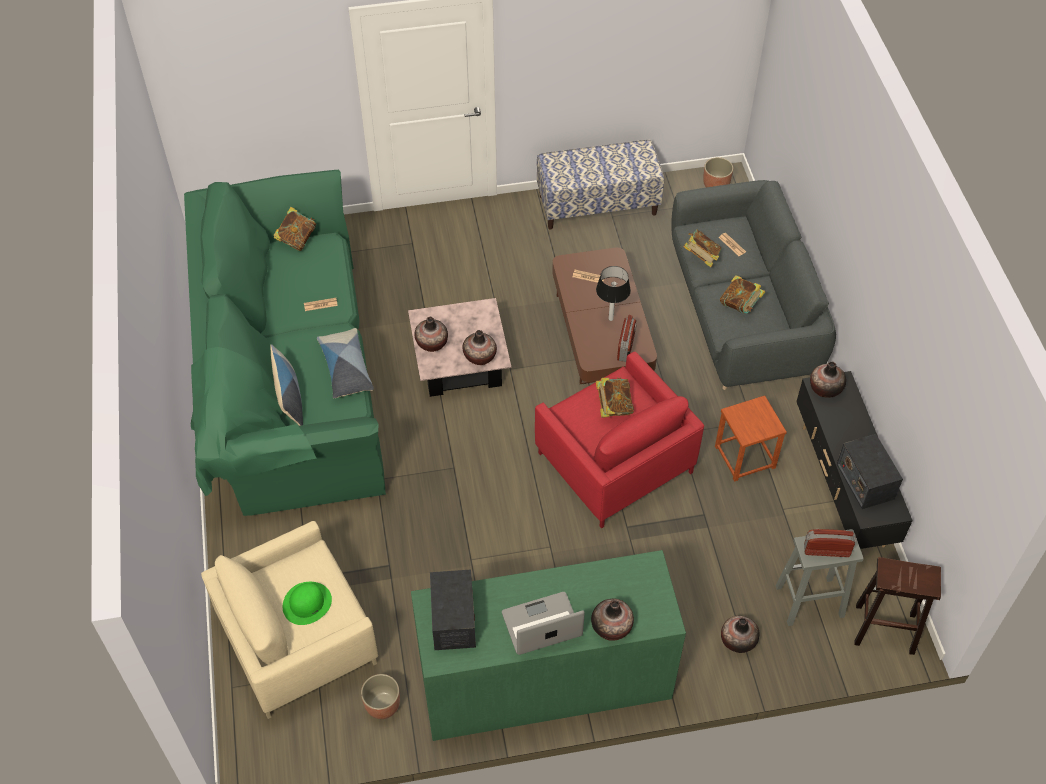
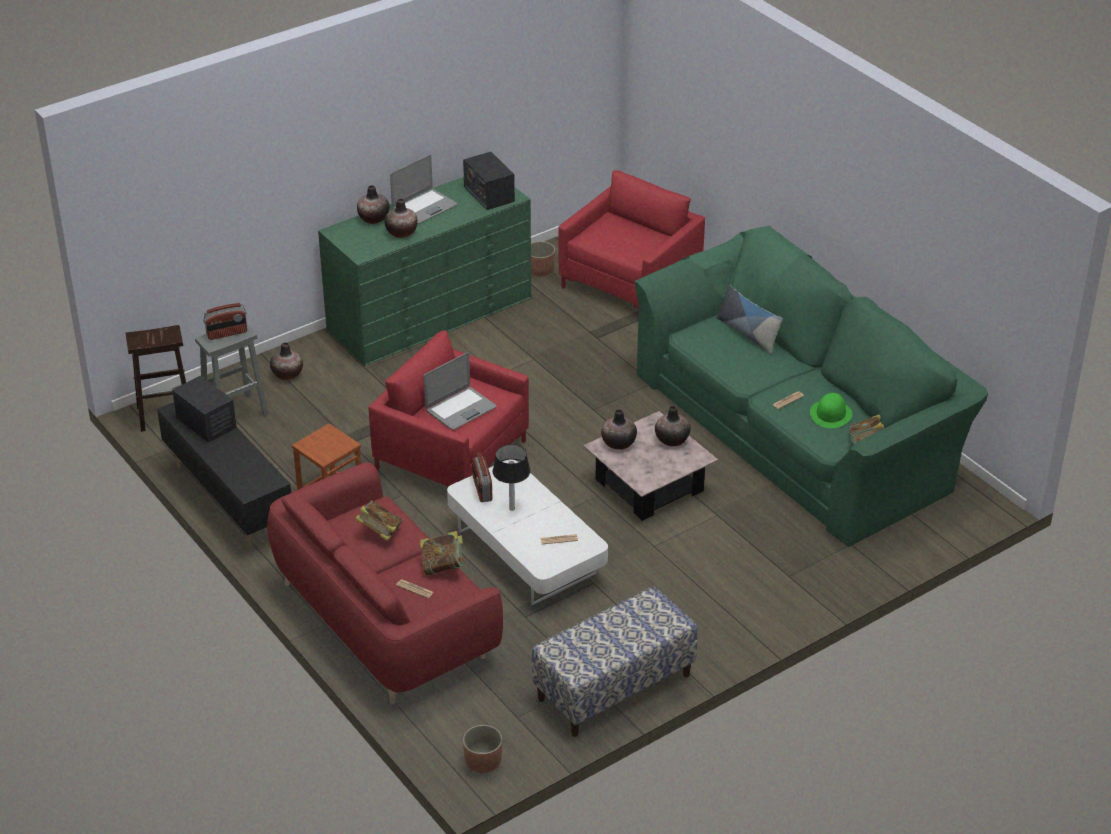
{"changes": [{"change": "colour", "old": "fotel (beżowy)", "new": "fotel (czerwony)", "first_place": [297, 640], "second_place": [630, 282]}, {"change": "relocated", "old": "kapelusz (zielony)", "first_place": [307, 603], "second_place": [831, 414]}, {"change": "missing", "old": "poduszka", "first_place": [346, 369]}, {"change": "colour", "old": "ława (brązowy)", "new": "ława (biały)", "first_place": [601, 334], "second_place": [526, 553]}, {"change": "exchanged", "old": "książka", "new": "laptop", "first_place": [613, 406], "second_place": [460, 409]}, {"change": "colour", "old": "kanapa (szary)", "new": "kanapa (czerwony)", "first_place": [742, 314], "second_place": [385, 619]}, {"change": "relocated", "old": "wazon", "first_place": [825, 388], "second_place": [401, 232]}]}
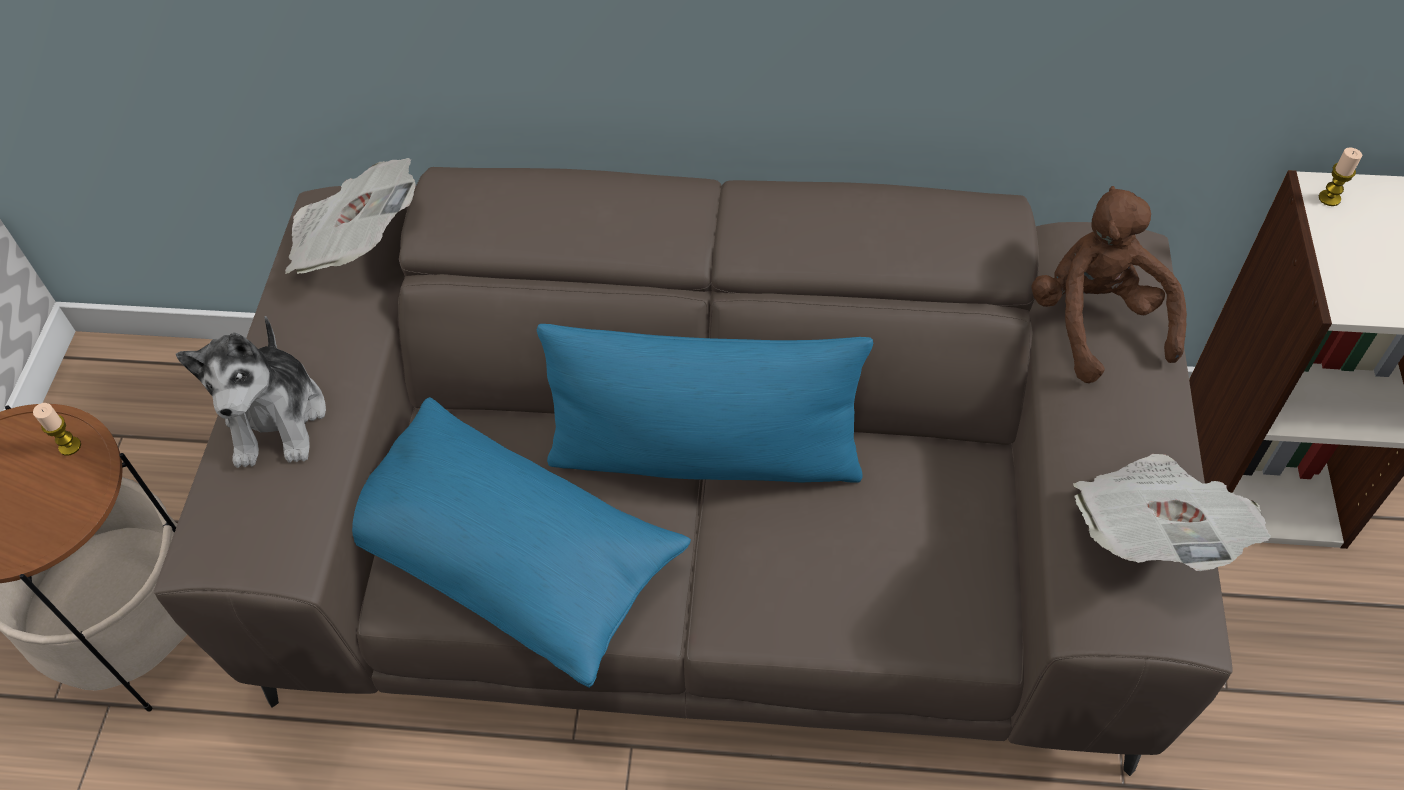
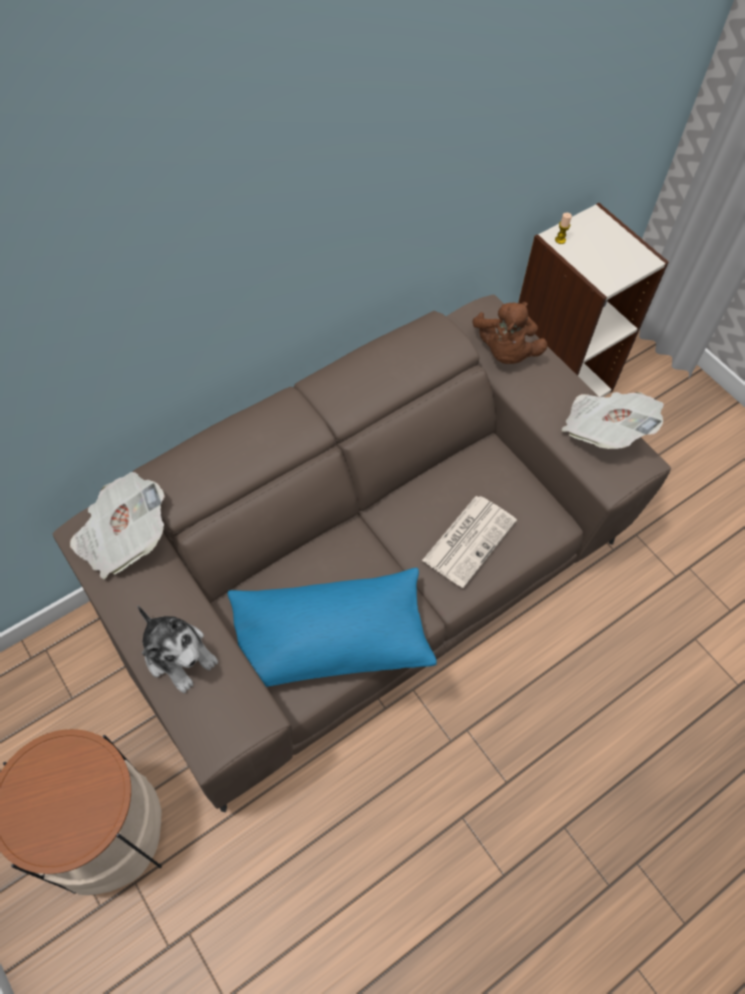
{"changes": [{"change": "missing", "old": "świeca", "first_place": [70, 446]}, {"change": "missing", "old": "poduszka (niebieski)", "first_place": [705, 454]}, {"change": "spun", "old": "pluszak (brązowy)", "first_place": [1096, 322], "second_place": [505, 352], "degrees": -120}, {"change": "appeared", "new": "gazeta", "second_place": [469, 539]}]}
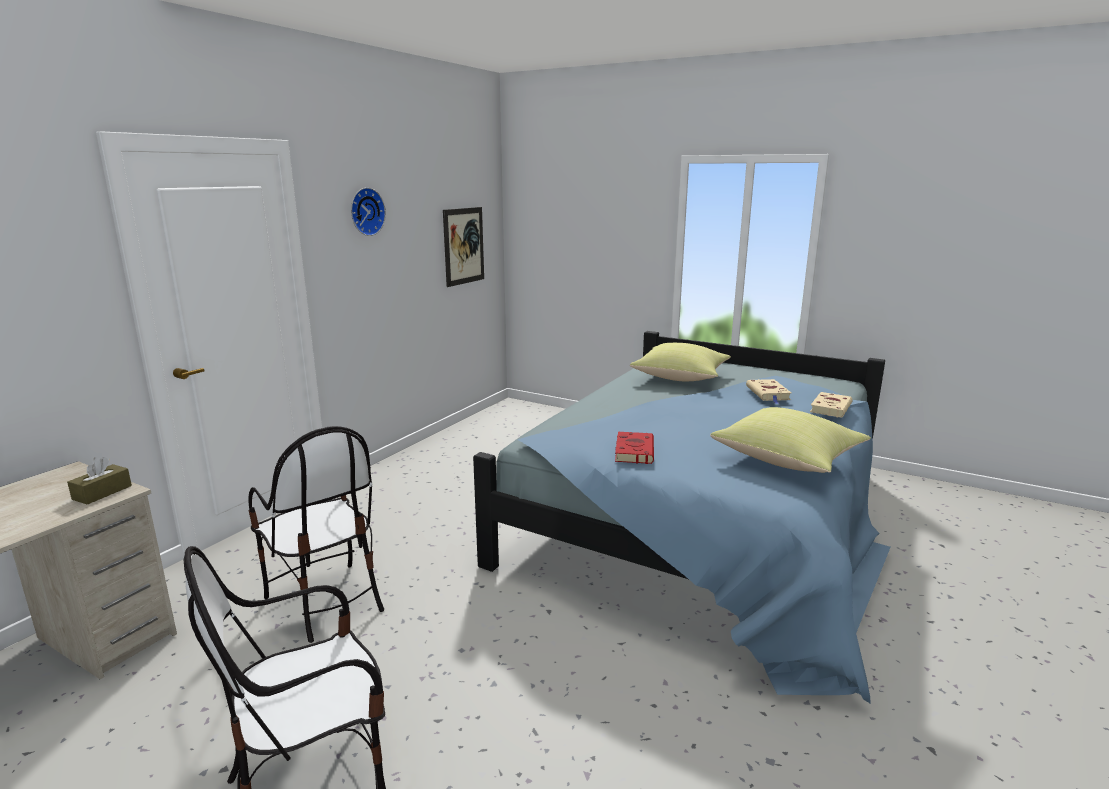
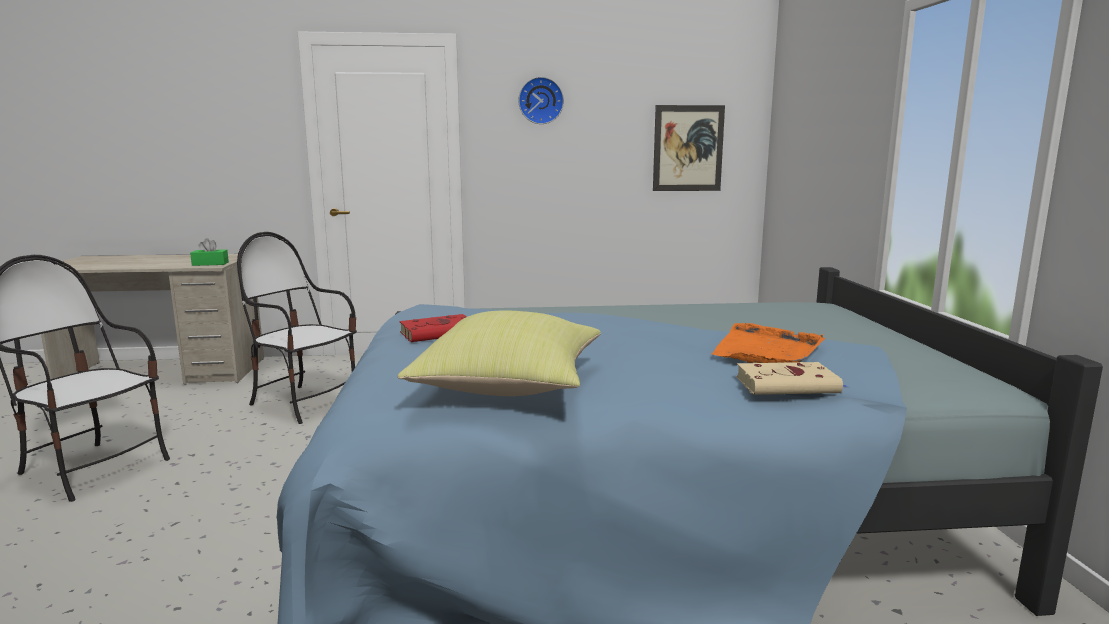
{"changes": [{"change": "colour", "old": "pudełko chusteczek (brązowy)", "new": "pudełko chusteczek (zielony)", "first_place": [102, 492], "second_place": [210, 264]}, {"change": "spun", "old": "krzesło", "first_place": [325, 601], "second_place": [305, 403], "degrees": 105}, {"change": "missing", "old": "poduszka (żółty)", "first_place": [681, 378]}, {"change": "exchanged", "old": "książka (beżowy)", "new": "taca (pomarańczowy)", "first_place": [768, 394], "second_place": [766, 350]}]}
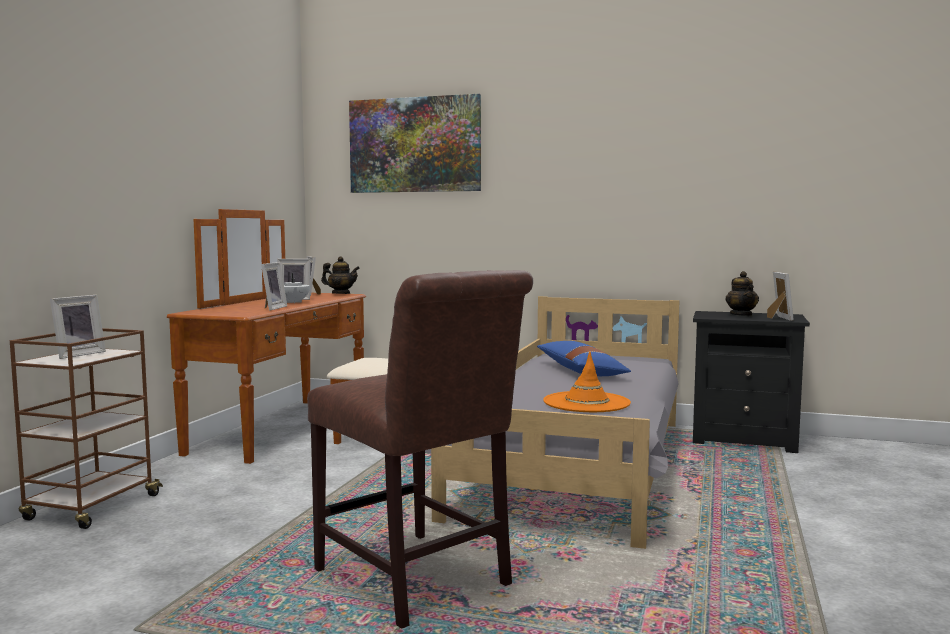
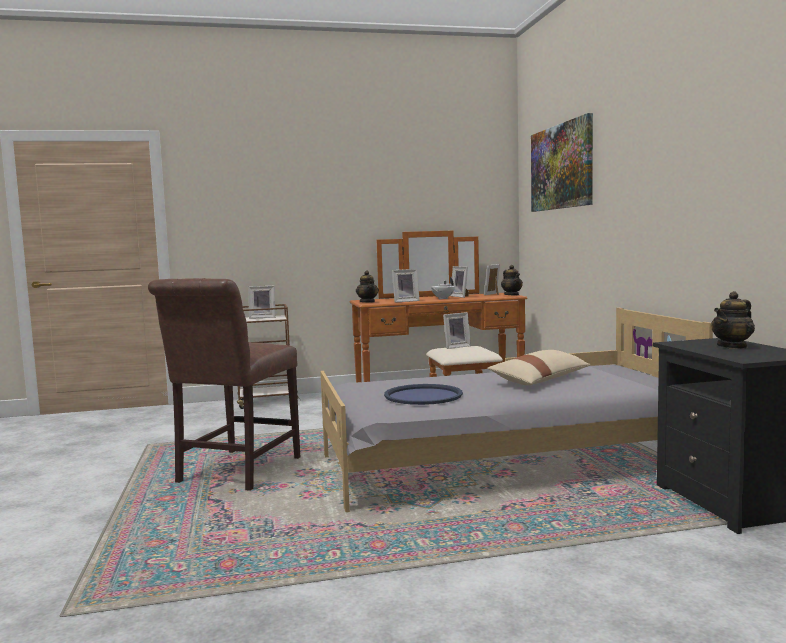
{"changes": [{"change": "colour", "old": "poduszka (niebieski)", "new": "poduszka (beżowy)", "first_place": [580, 371], "second_place": [540, 379]}, {"change": "exchanged", "old": "kapelusz (pomarańczowy)", "new": "taca (niebieski)", "first_place": [586, 402], "second_place": [423, 396]}, {"change": "relocated", "old": "ramka na zdjęcie", "first_place": [778, 318], "second_place": [456, 347]}, {"change": "appeared", "new": "imbryk", "second_place": [367, 302]}]}
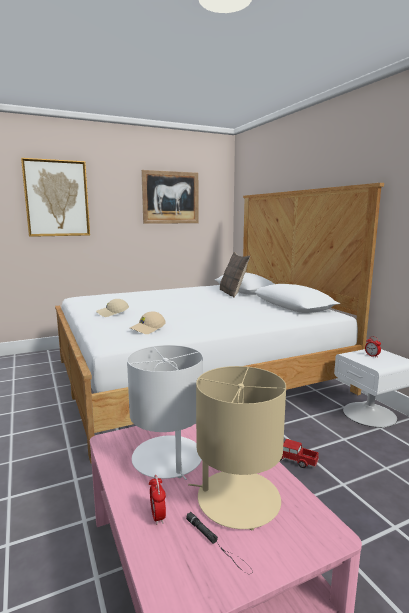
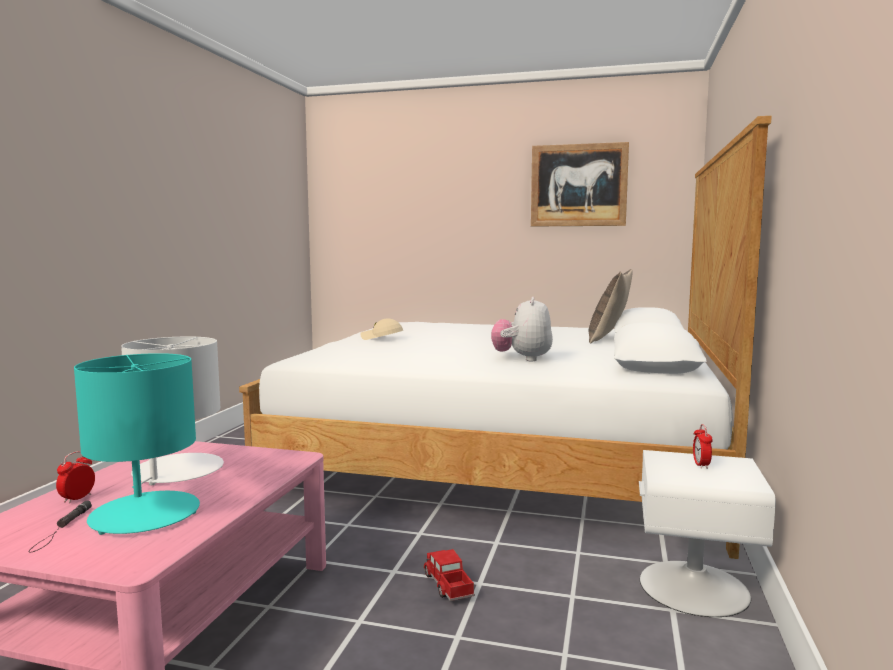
{"changes": [{"change": "missing", "old": "obraz", "first_place": [57, 198]}, {"change": "missing", "old": "czapka z daszkiem (beżowy)", "first_place": [148, 329]}, {"change": "colour", "old": "lampa stołowa (beżowy)", "new": "lampa stołowa (turkusowy)", "first_place": [237, 499], "second_place": [145, 514]}, {"change": "appeared", "new": "pluszak", "second_place": [522, 359]}]}
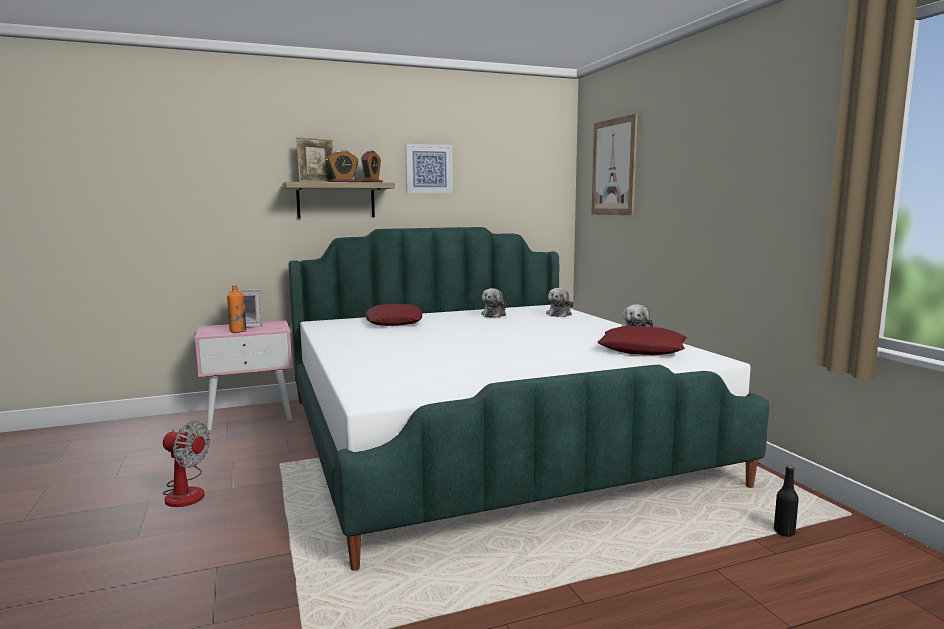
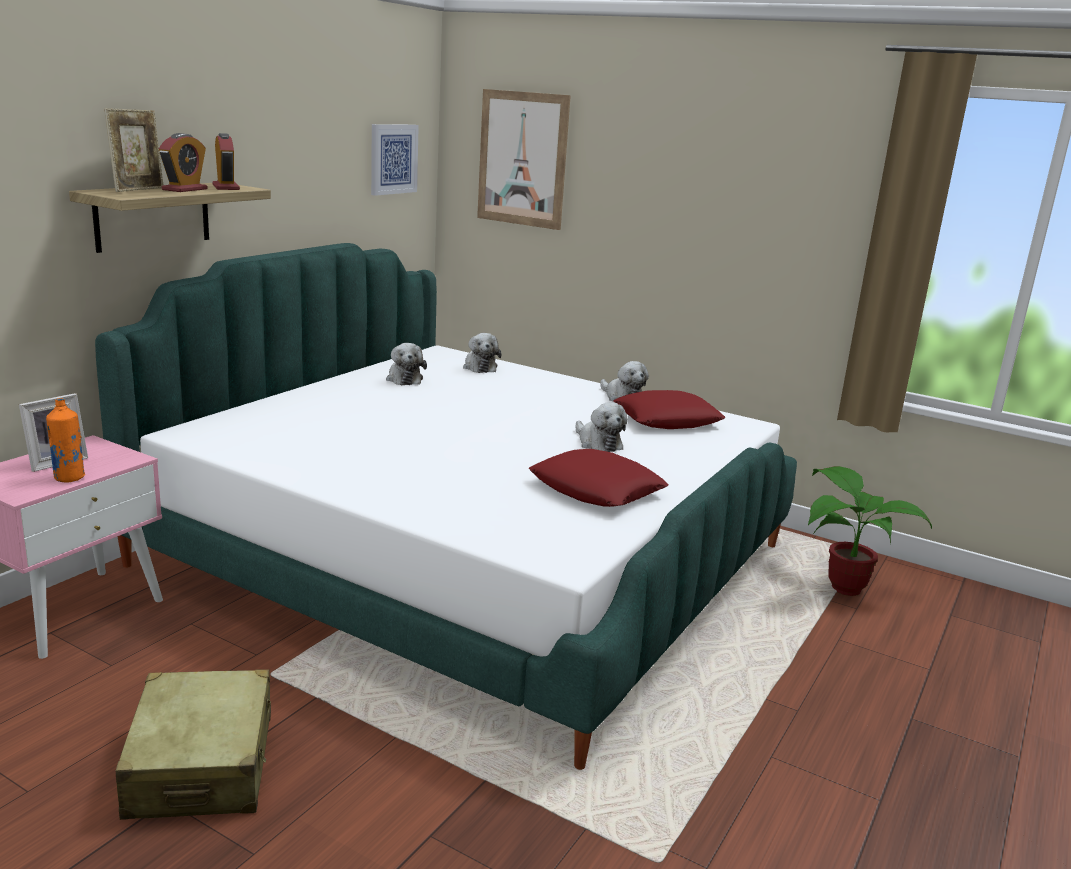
{"changes": [{"change": "exchanged", "old": "wentylator", "new": "walizka (beżowy)", "first_place": [186, 492], "second_place": [202, 765]}, {"change": "relocated", "old": "poduszka (czerwony)", "first_place": [394, 322], "second_place": [596, 489]}, {"change": "relocated", "old": "obraz", "first_place": [428, 169], "second_place": [393, 159]}, {"change": "exchanged", "old": "butelka (czarny)", "new": "roślina doniczkowa", "first_place": [784, 532], "second_place": [840, 586]}, {"change": "appeared", "new": "pluszak", "second_place": [598, 443]}]}
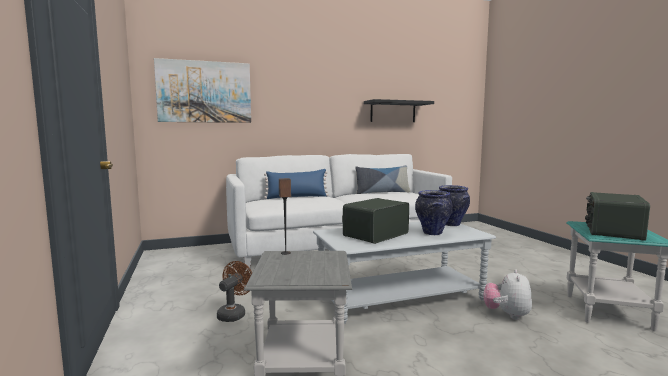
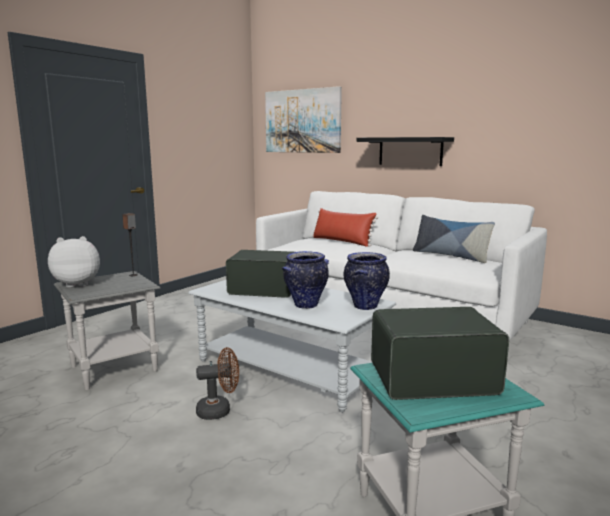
{"changes": [{"change": "relocated", "old": "wentylator (brązowy)", "first_place": [234, 314], "second_place": [219, 410]}, {"change": "colour", "old": "poduszka (niebieski)", "new": "poduszka (czerwony)", "first_place": [297, 197], "second_place": [342, 241]}, {"change": "relocated", "old": "półka (czarny)", "first_place": [393, 112], "second_place": [410, 151]}, {"change": "relocated", "old": "pluszak", "first_place": [507, 315], "second_place": [78, 284]}]}
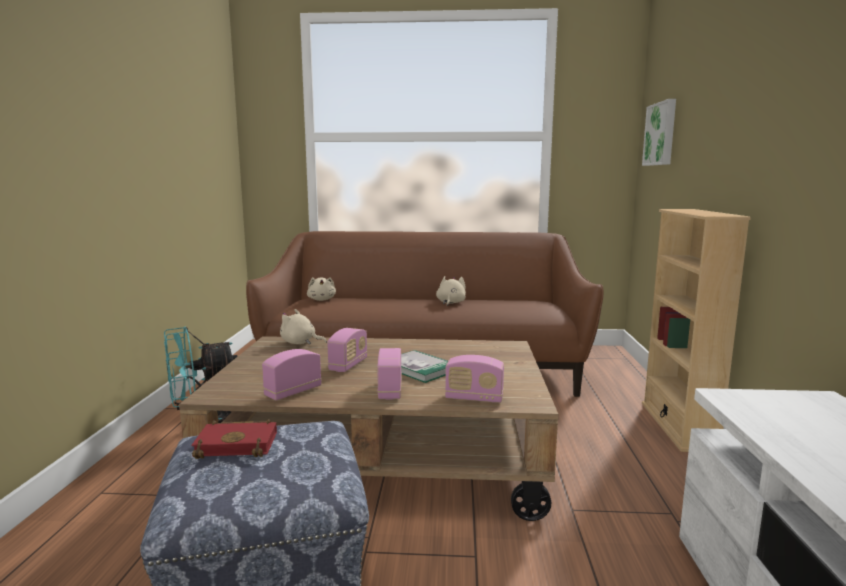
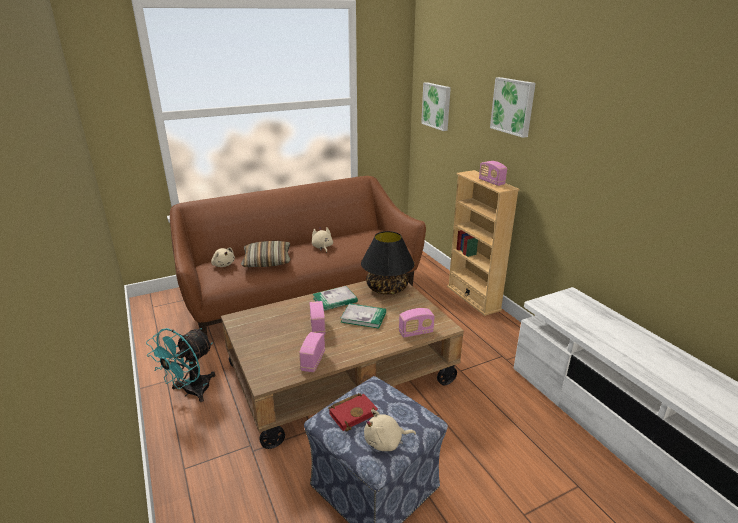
{"changes": [{"change": "relocated", "old": "pluszak (beżowy)", "first_place": [300, 343], "second_place": [386, 442]}, {"change": "relocated", "old": "radio", "first_place": [390, 390], "second_place": [491, 182]}, {"change": "appeared", "new": "poduszka", "second_place": [267, 261]}, {"change": "appeared", "new": "książka", "second_place": [335, 300]}, {"change": "appeared", "new": "lampa stołowa (czarny)", "second_place": [386, 288]}, {"change": "appeared", "new": "obraz", "second_place": [513, 106]}]}
